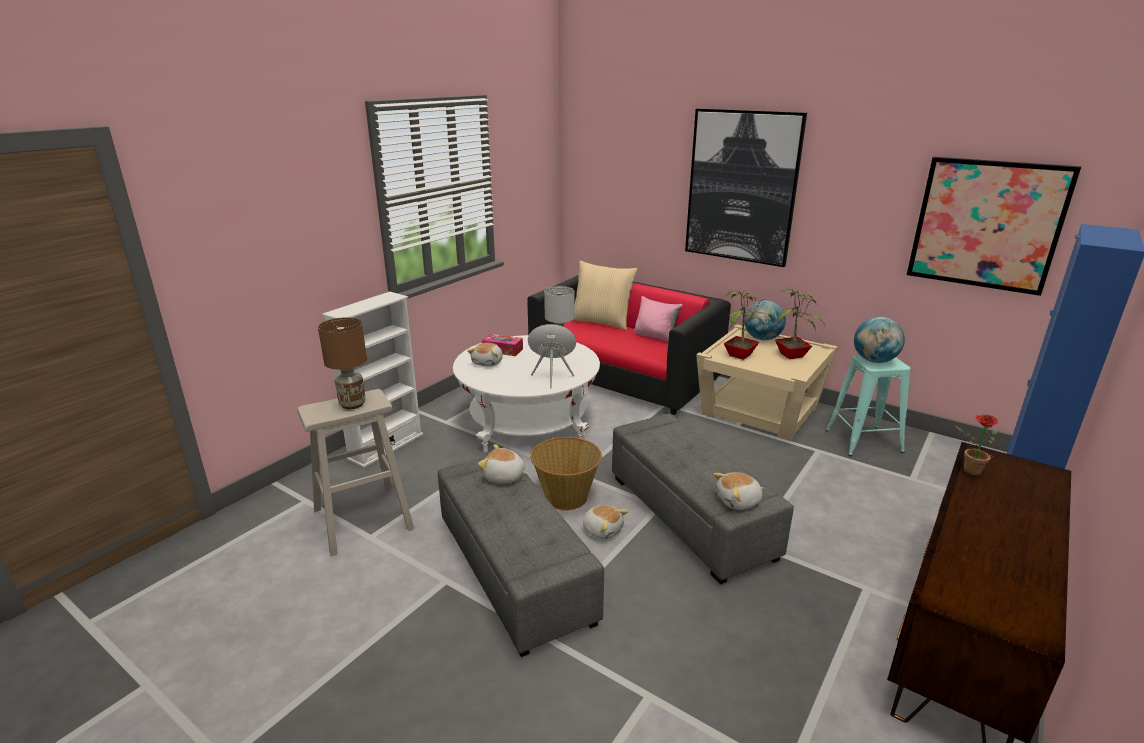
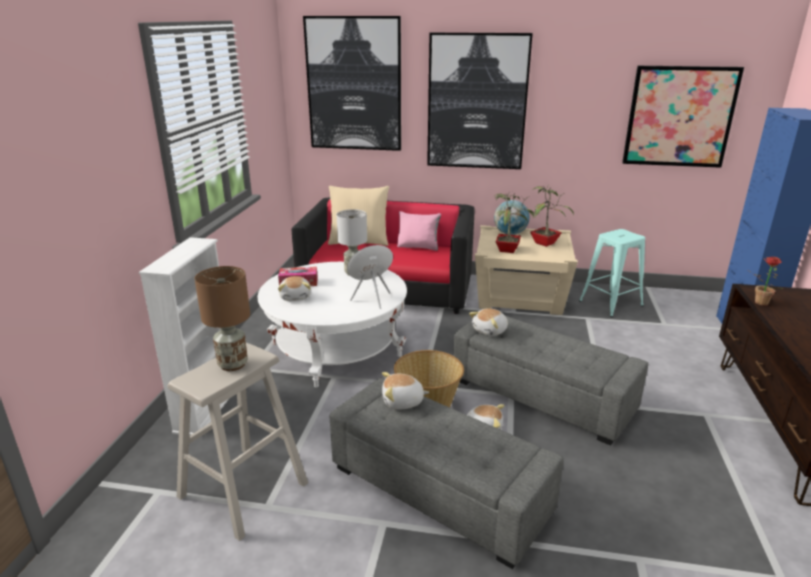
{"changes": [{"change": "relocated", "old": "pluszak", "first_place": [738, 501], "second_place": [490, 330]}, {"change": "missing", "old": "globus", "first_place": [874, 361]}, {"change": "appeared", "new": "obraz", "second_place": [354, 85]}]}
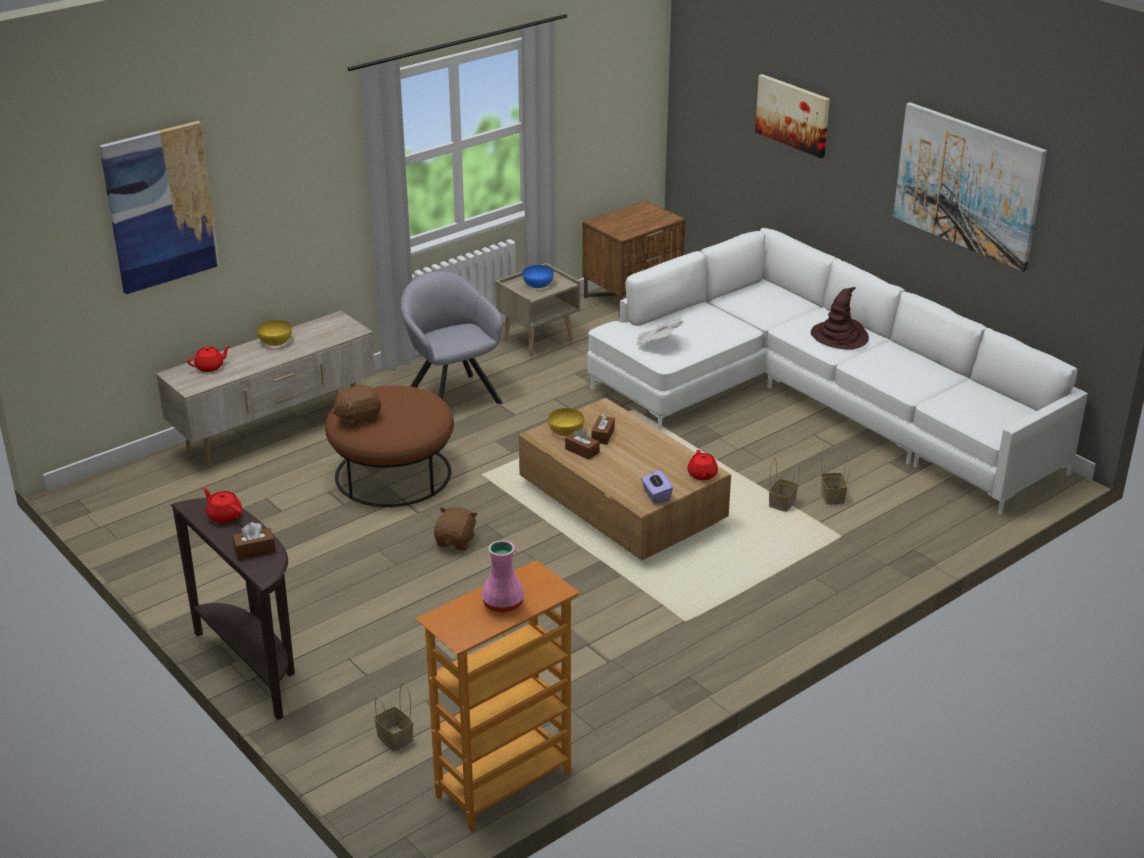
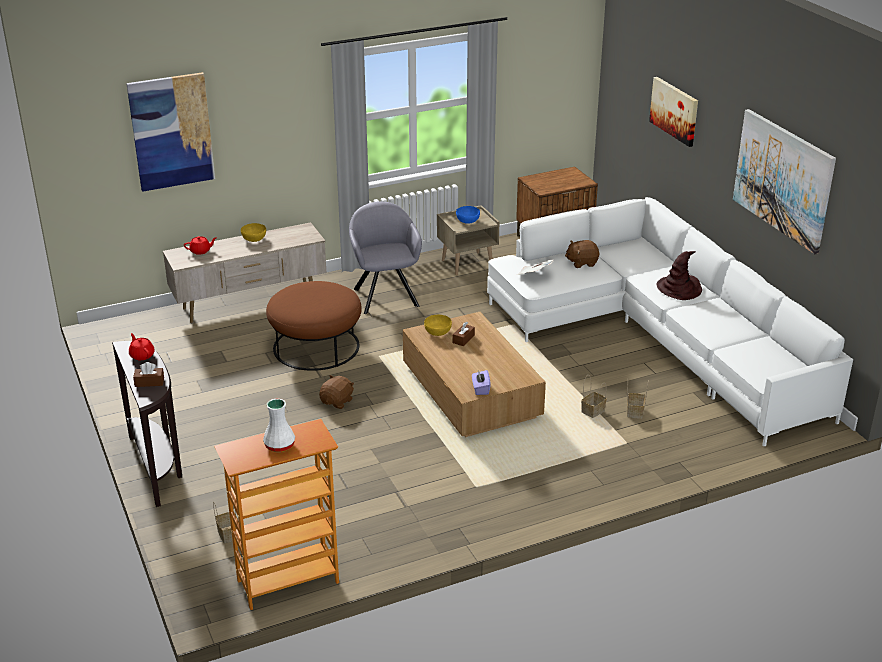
{"changes": [{"change": "relocated", "old": "pluszak (brązowy)", "first_place": [358, 418], "second_place": [581, 262]}, {"change": "colour", "old": "wazon (różowy)", "new": "wazon (biały)", "first_place": [502, 603], "second_place": [279, 445]}, {"change": "missing", "old": "pudełko chusteczek (brązowy)", "first_place": [582, 451]}, {"change": "missing", "old": "imbryk (czerwony)", "first_place": [702, 475]}]}
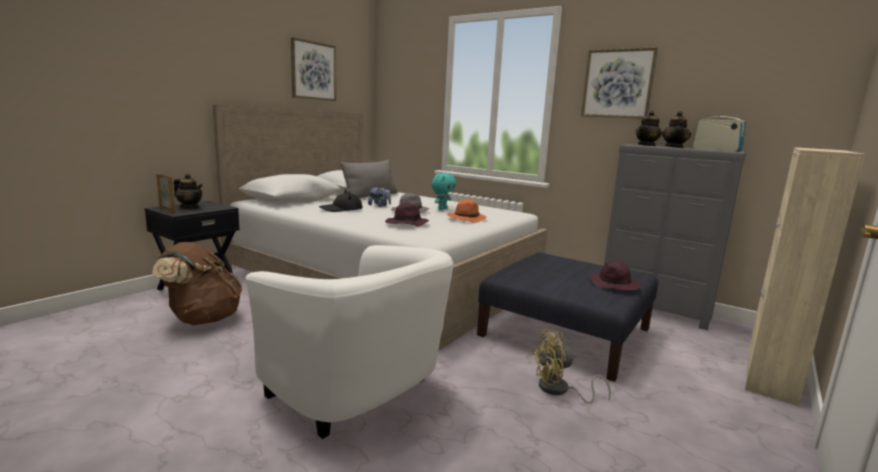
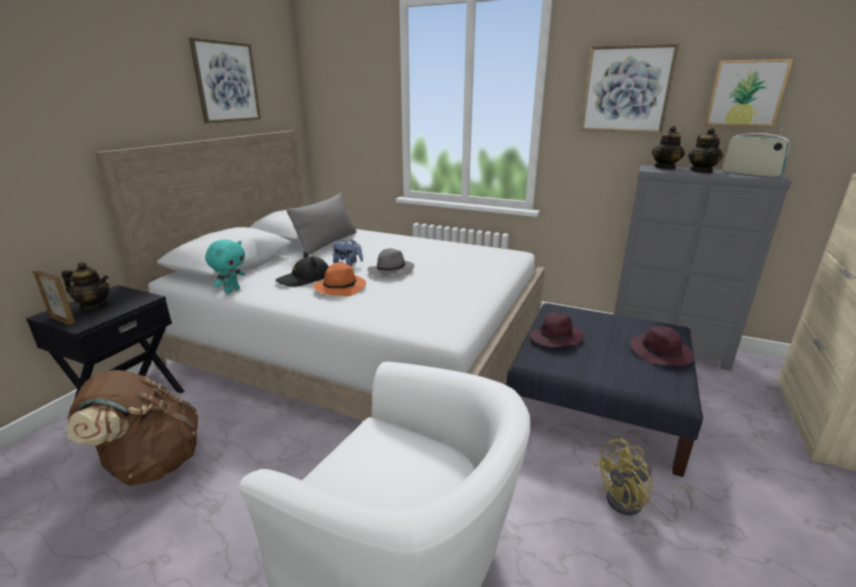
{"changes": [{"change": "relocated", "old": "kapelusz (fioletowy)", "first_place": [406, 224], "second_place": [555, 338]}, {"change": "relocated", "old": "pluszak (turkusowy)", "first_place": [442, 209], "second_place": [232, 290]}, {"change": "relocated", "old": "kapelusz (pomarańczowy)", "first_place": [467, 219], "second_place": [341, 287]}, {"change": "appeared", "new": "obraz", "second_place": [745, 93]}]}
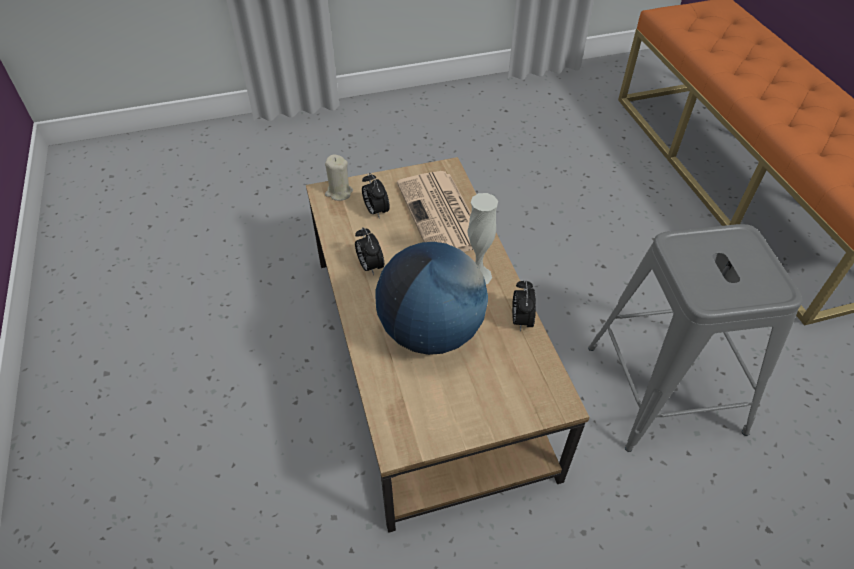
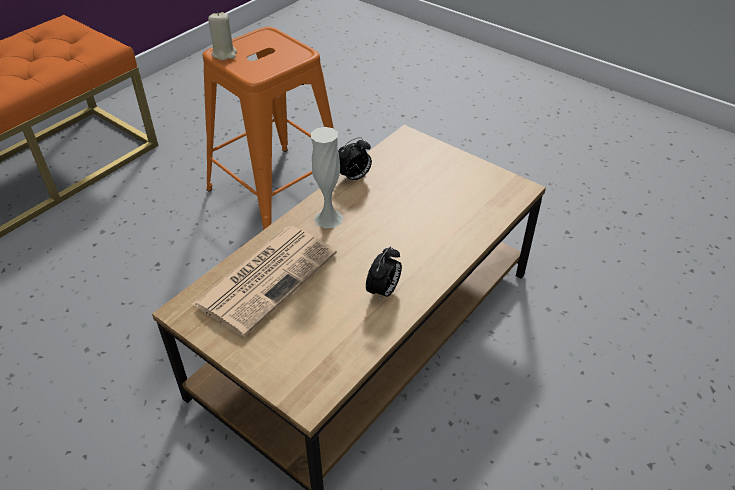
{"changes": [{"change": "relocated", "old": "świeca (beżowy)", "first_place": [339, 192], "second_place": [224, 54]}, {"change": "missing", "old": "budzik", "first_place": [376, 211]}, {"change": "missing", "old": "globus", "first_place": [431, 331]}, {"change": "colour", "old": "stołek (szary)", "new": "stołek (pomarańczowy)", "first_place": [663, 388], "second_place": [277, 191]}]}
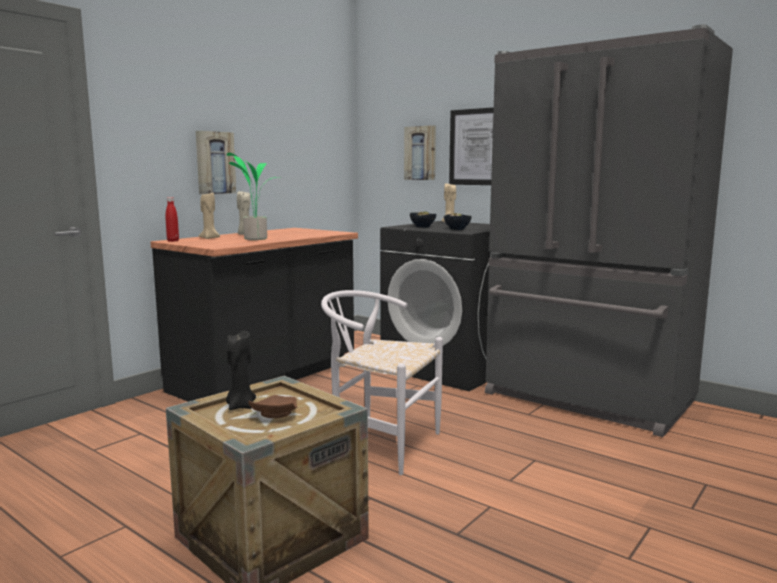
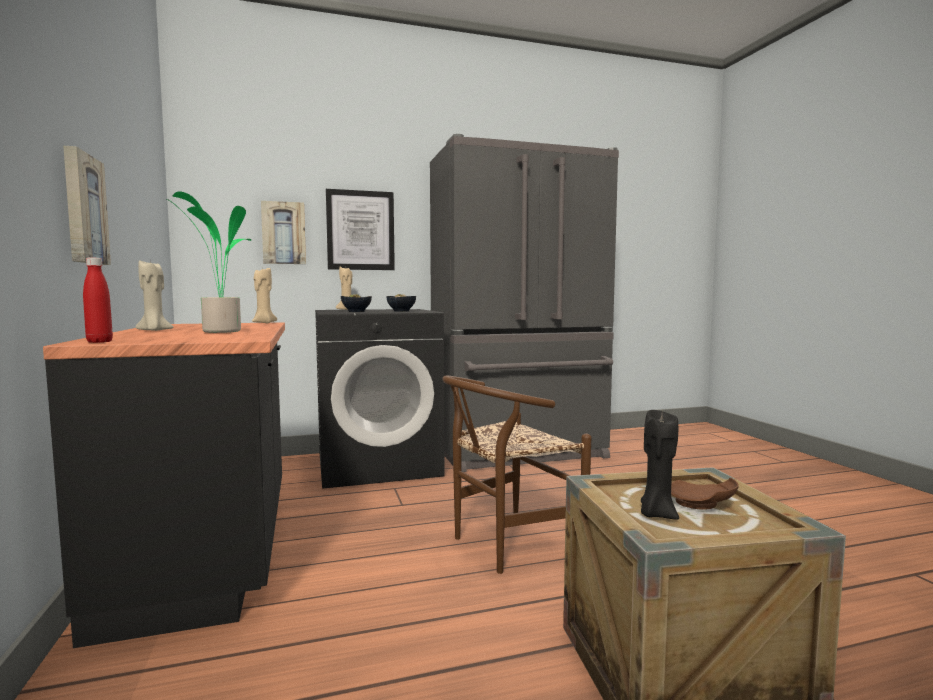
{"changes": [{"change": "relocated", "old": "świeca (beżowy)", "first_place": [209, 238], "second_place": [263, 323]}, {"change": "colour", "old": "krzesło (biały)", "new": "krzesło (brązowy)", "first_place": [379, 444], "second_place": [506, 545]}]}
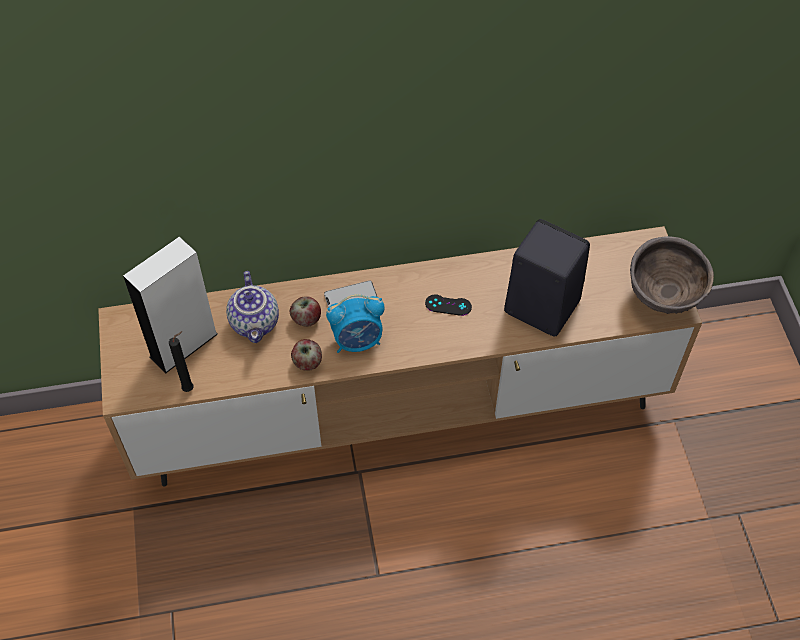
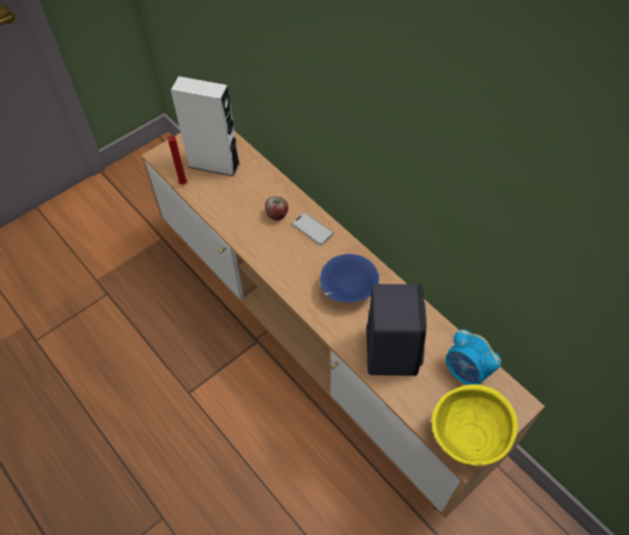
{"changes": [{"change": "colour", "old": "świeca (czarny)", "new": "świeca (czerwony)", "first_place": [190, 388], "second_place": [184, 184]}, {"change": "missing", "old": "imbryk", "first_place": [256, 323]}, {"change": "missing", "old": "jabłko", "first_place": [307, 363]}, {"change": "relocated", "old": "budzik", "first_place": [358, 341], "second_place": [466, 372]}, {"change": "exchanged", "old": "pad do gier (czarny)", "new": "miska (niebieski)", "first_place": [448, 305], "second_place": [347, 290]}, {"change": "colour", "old": "miska (brązowy)", "new": "miska (żółty)", "first_place": [662, 298], "second_place": [466, 439]}]}
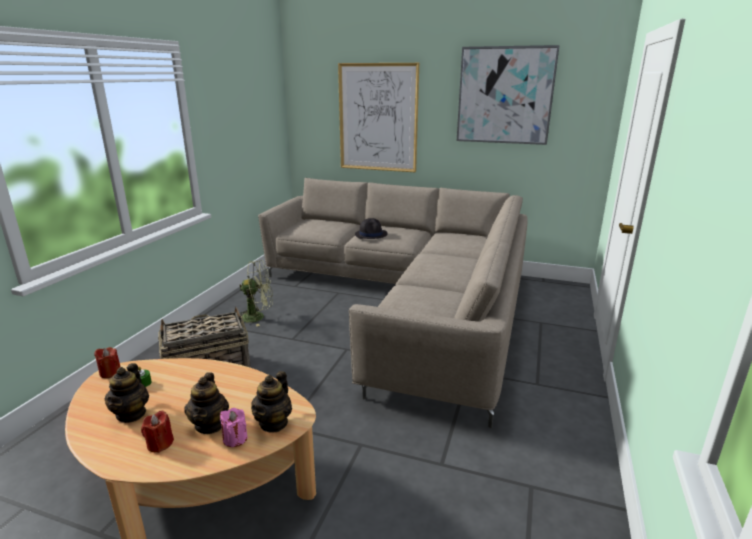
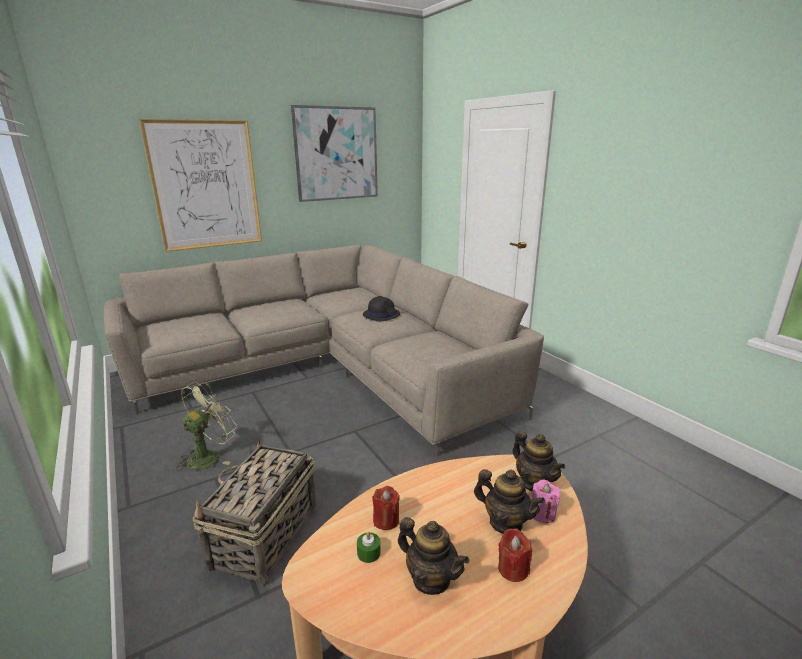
{"changes": [{"change": "relocated", "old": "świeca (czerwony)", "first_place": [110, 372], "second_place": [386, 520]}, {"change": "relocated", "old": "kapelusz (czarny)", "first_place": [371, 234], "second_place": [381, 314]}]}
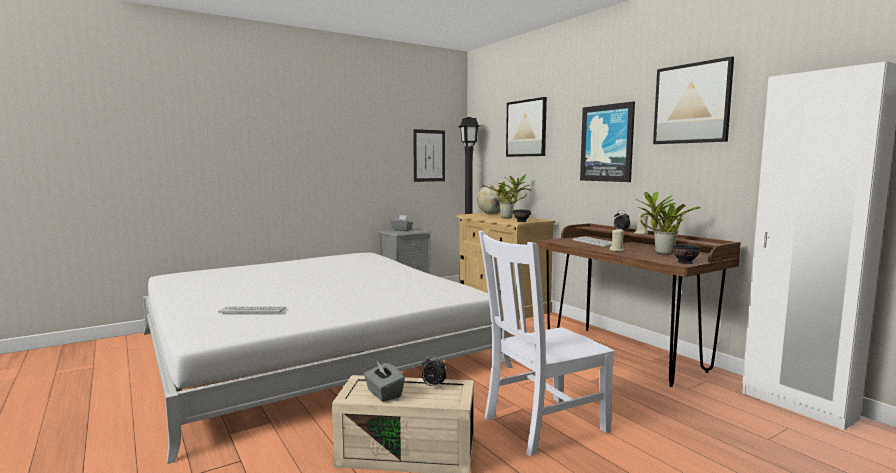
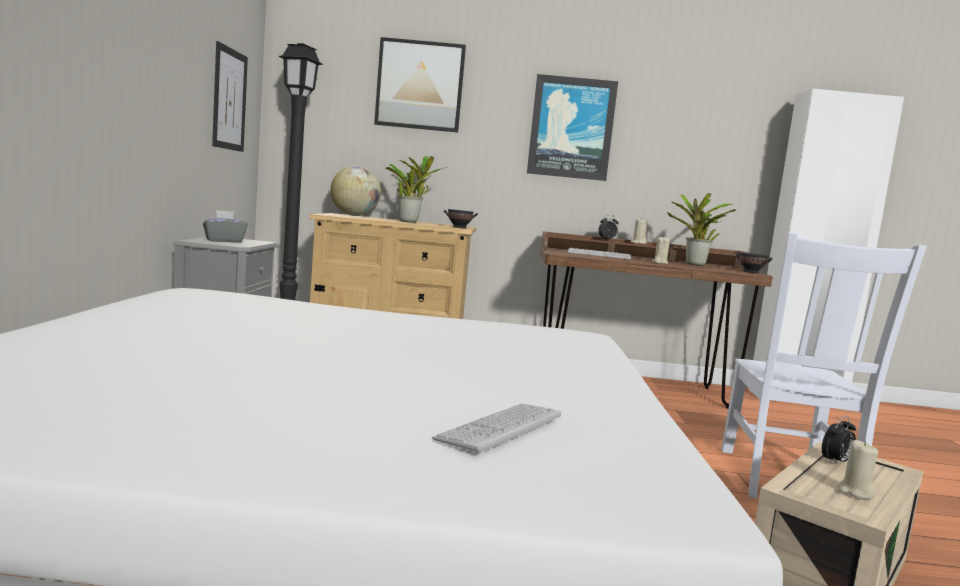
{"changes": [{"change": "exchanged", "old": "pudełko chusteczek (szary)", "new": "świeca (beżowy)", "first_place": [383, 393], "second_place": [855, 492]}, {"change": "missing", "old": "obraz", "first_place": [691, 103]}]}
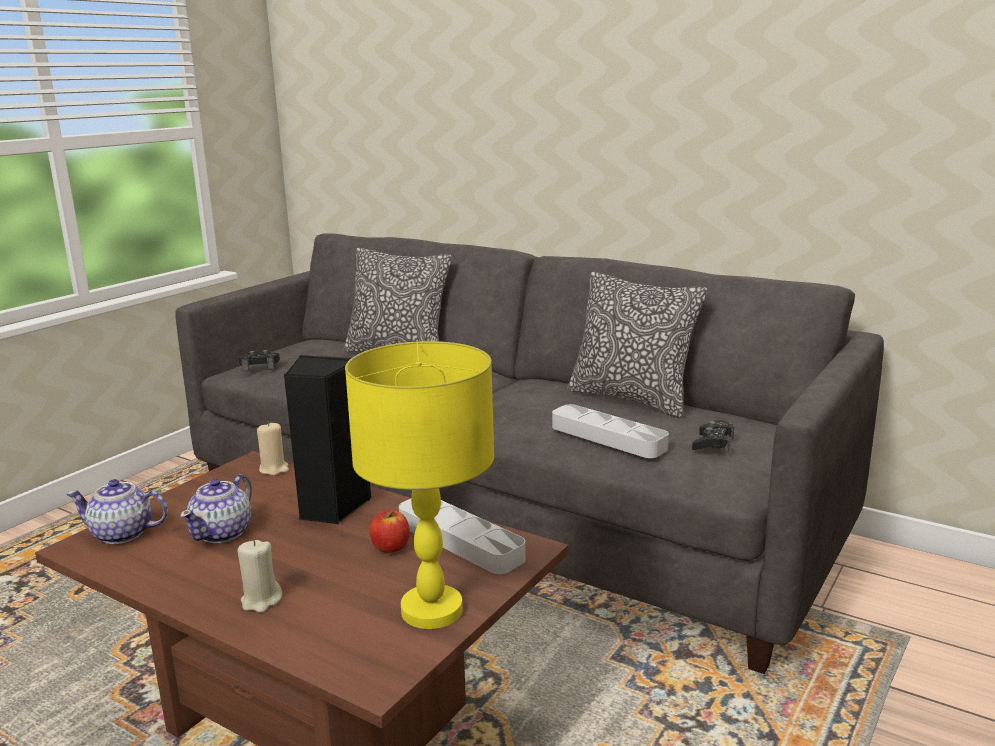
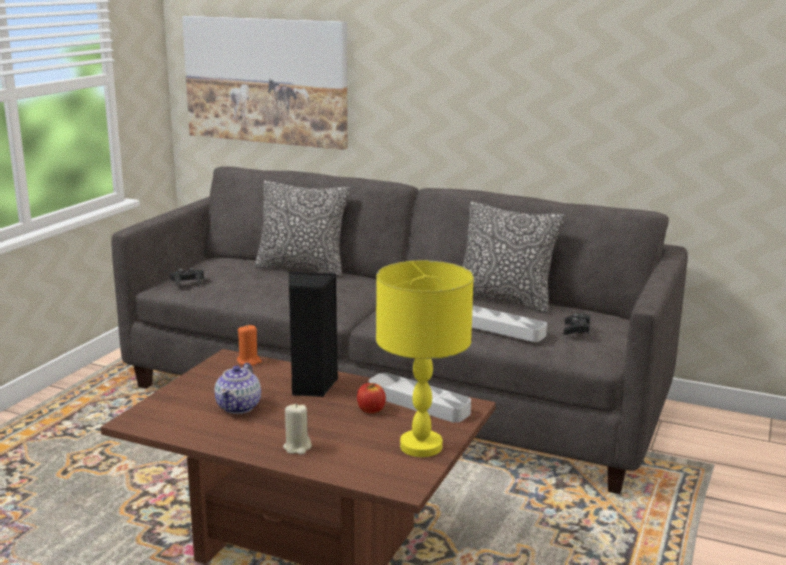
{"changes": [{"change": "missing", "old": "imbryk", "first_place": [123, 534]}, {"change": "colour", "old": "świeca (beżowy)", "new": "świeca (pomarańczowy)", "first_place": [274, 469], "second_place": [249, 361]}, {"change": "appeared", "new": "obraz", "second_place": [266, 81]}]}
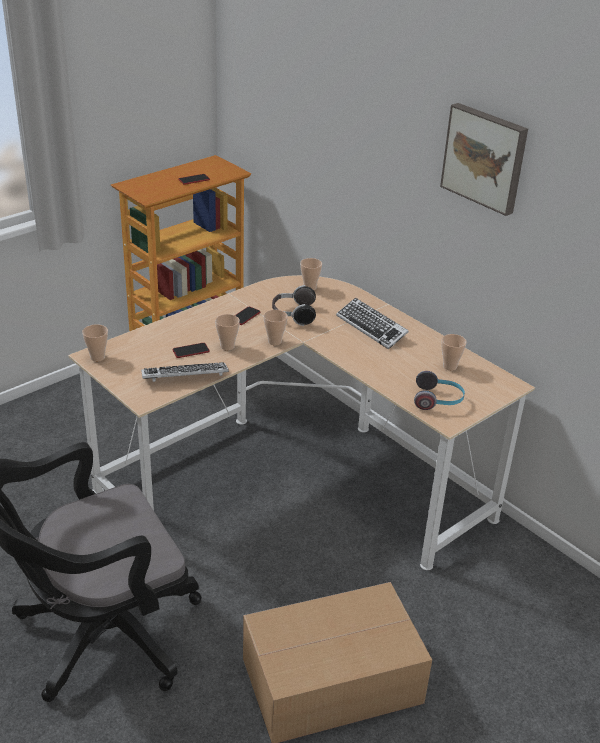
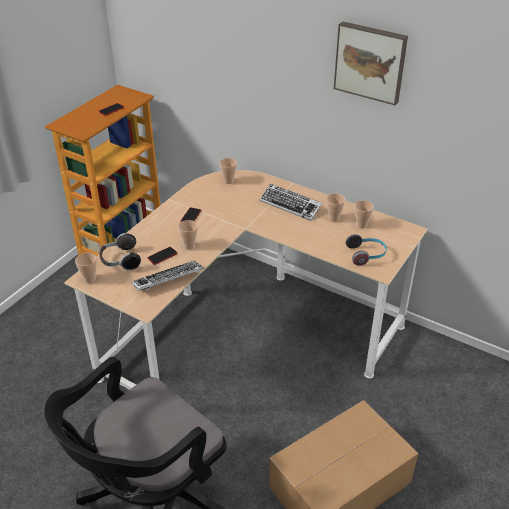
{"changes": [{"change": "relocated", "old": "filiżanka", "first_place": [274, 341], "second_place": [334, 218]}, {"change": "relocated", "old": "słuchawki", "first_place": [293, 315], "second_place": [120, 261]}]}
